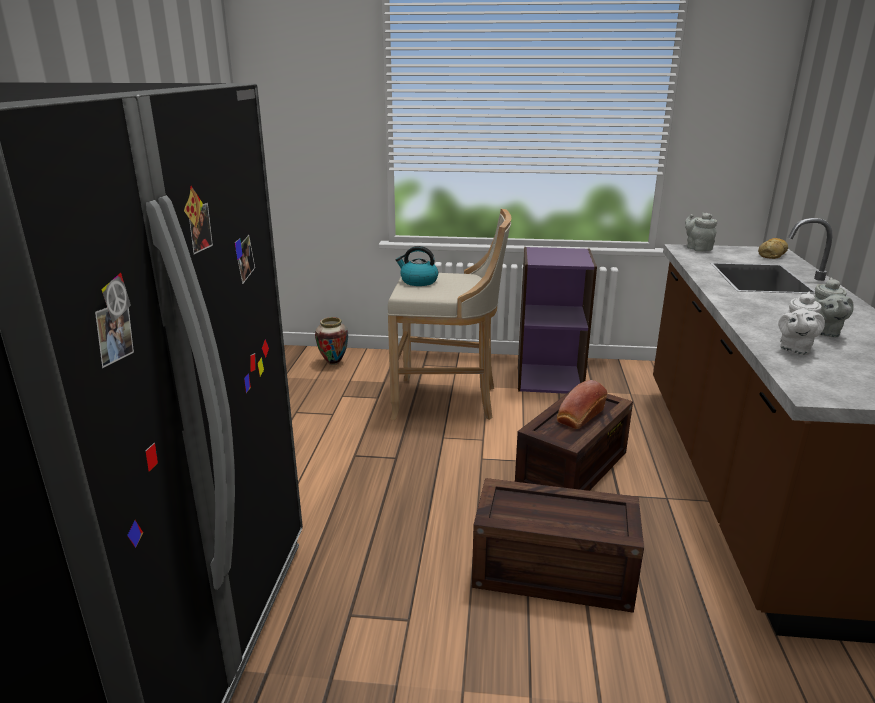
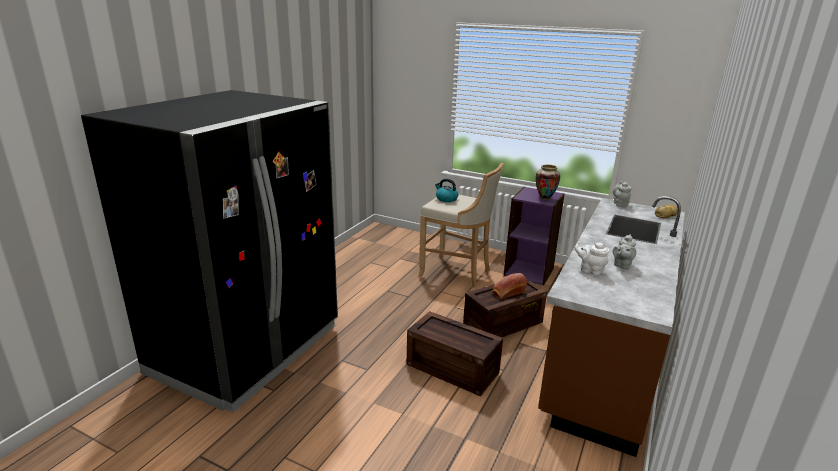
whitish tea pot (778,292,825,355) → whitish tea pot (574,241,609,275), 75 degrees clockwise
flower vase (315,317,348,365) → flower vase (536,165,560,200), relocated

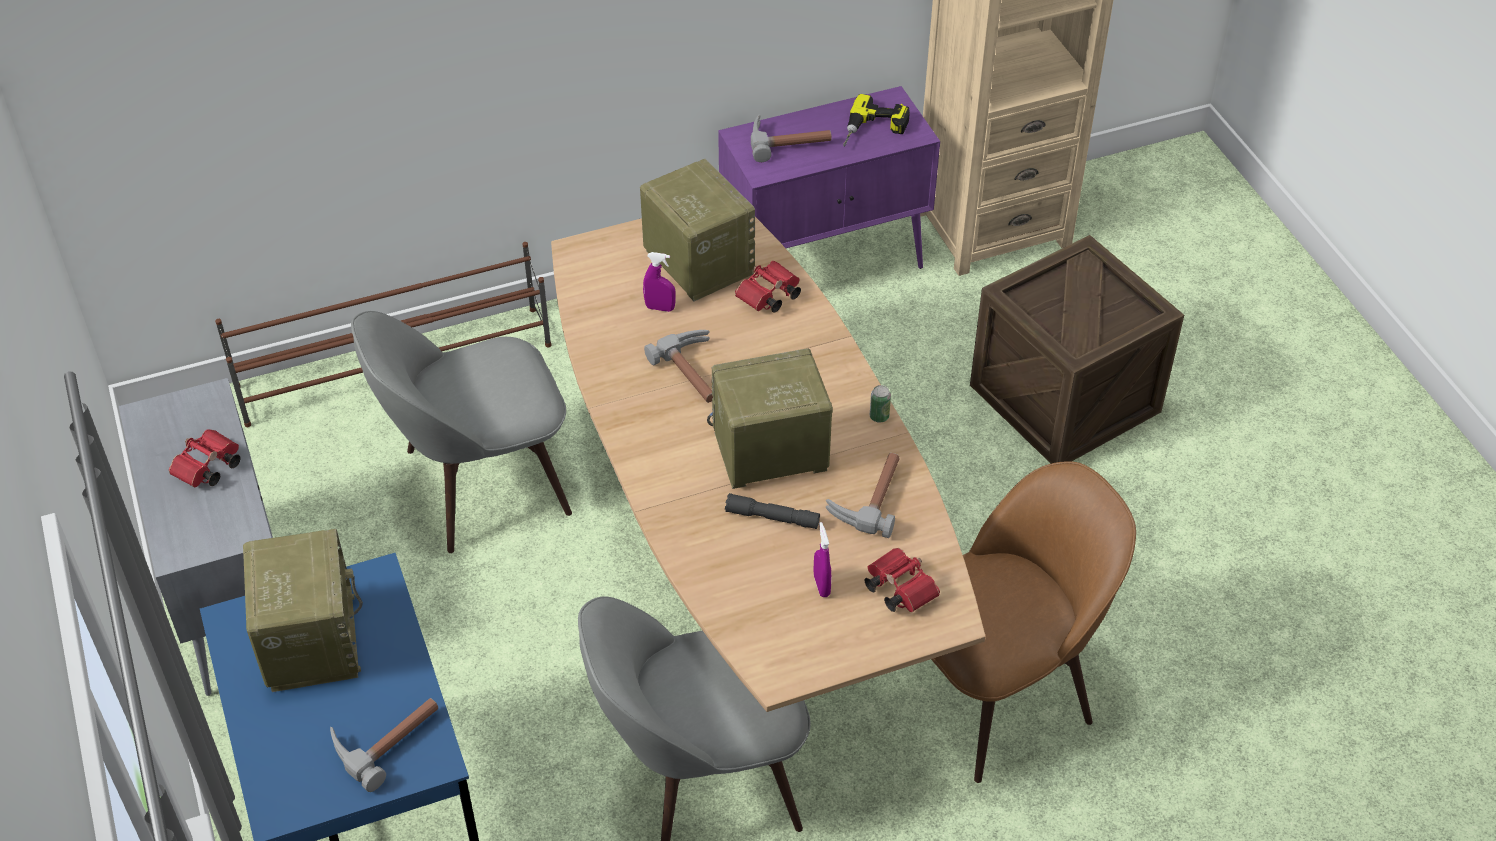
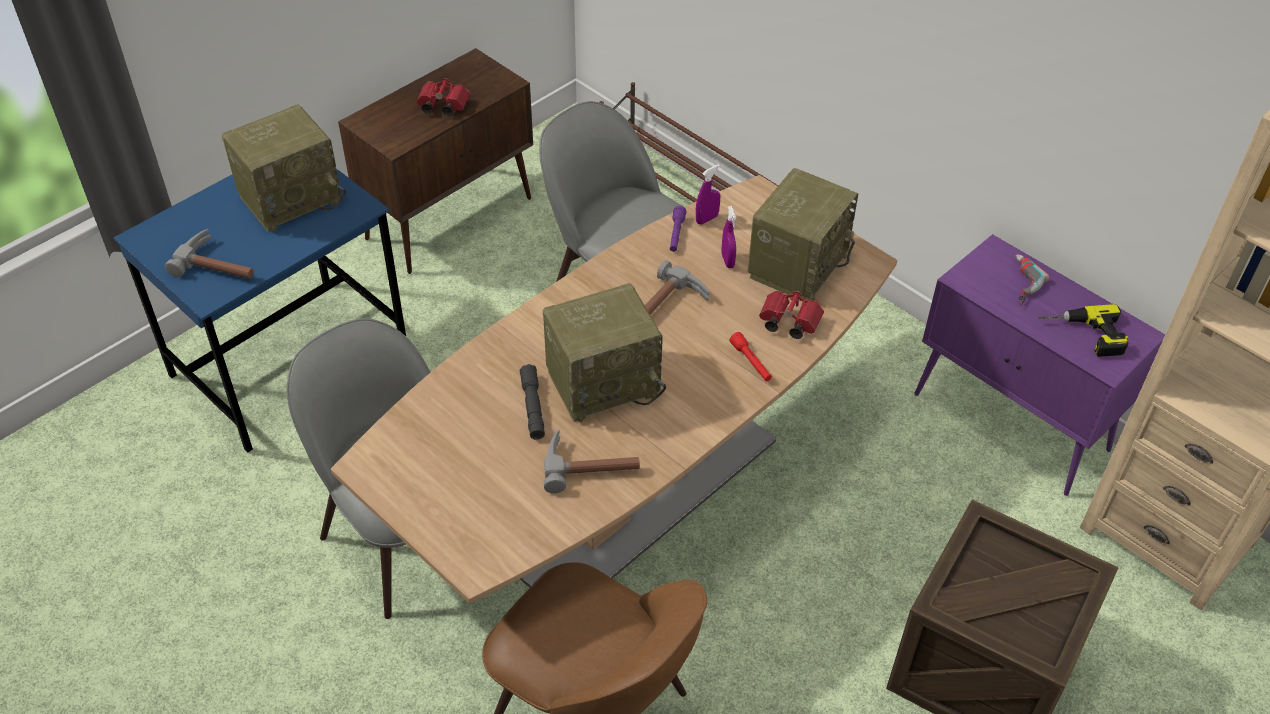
tool hammer (751,114,832,162) → power drill (1016,254,1050,305)
radio set (707,348,833,489) → radio set (543,283,666,422), 105 degrees clockwise
greyish storage cabinet (118,378,273,696) → brown storage cabinet (338,48,533,274)
metal can (870,385,891,423) → -
purple spray bottle (814,522,831,597) → purple spray bottle (696,164,720,224), relocated
red-coloured pair of binoculars (864,548,940,612) → -
- → purple torch (670,206,687,252)
- → red-coloured torch (730,332,772,381)

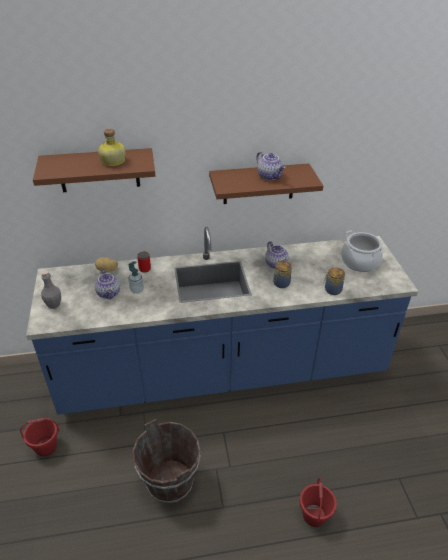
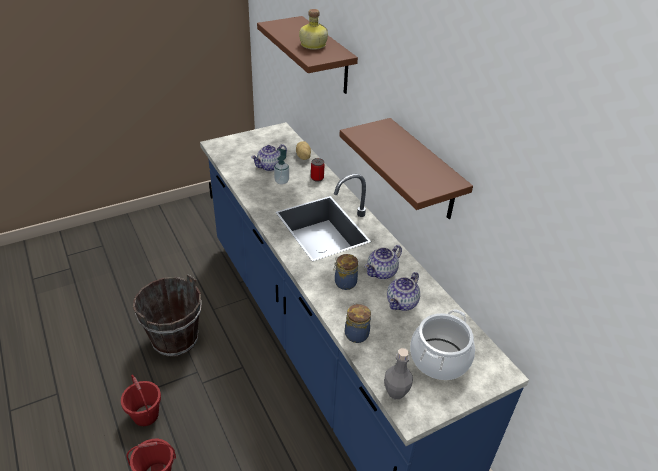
tea pot (256,152,286,180) → tea pot (387,272,420,311), relocated
greyish beverage bottle (41,270,61,309) → greyish beverage bottle (384,348,413,399), relocated
red-coloured pail (20,418,59,456) → red-coloured pail (121,375,161,426), relocated

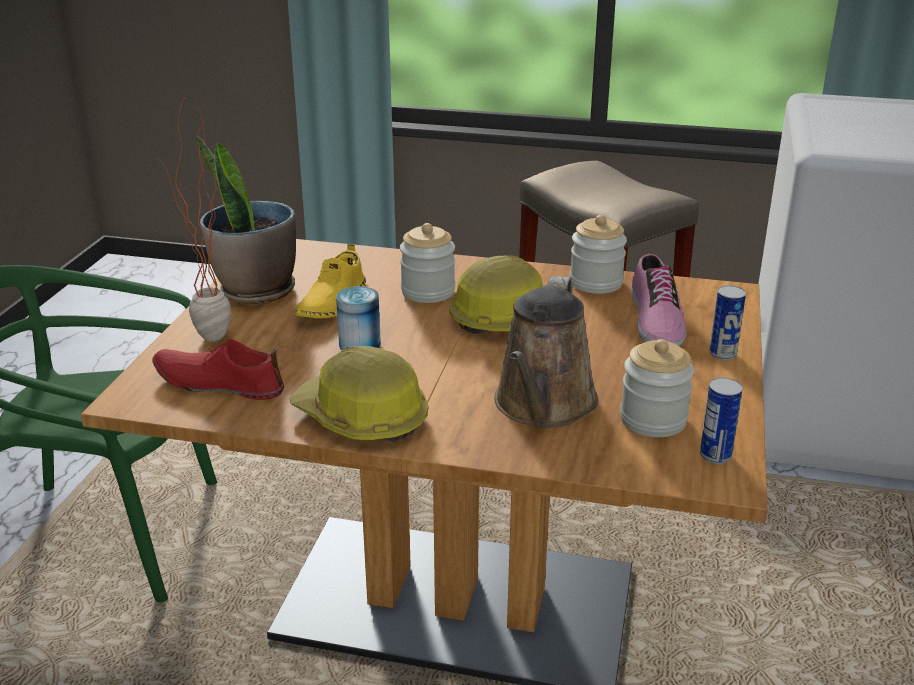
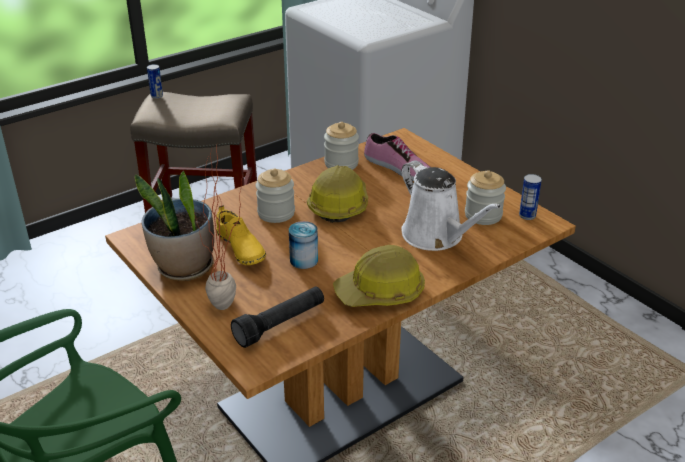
brown sprinkling can (494,276,598,427) → whitish sprinkling can (401,160,501,251)
metal can (710,285,746,360) → metal can (147,64,163,99), relocated
red-coloured shoe (153,339,284,400) → black torch (231,287,324,348)

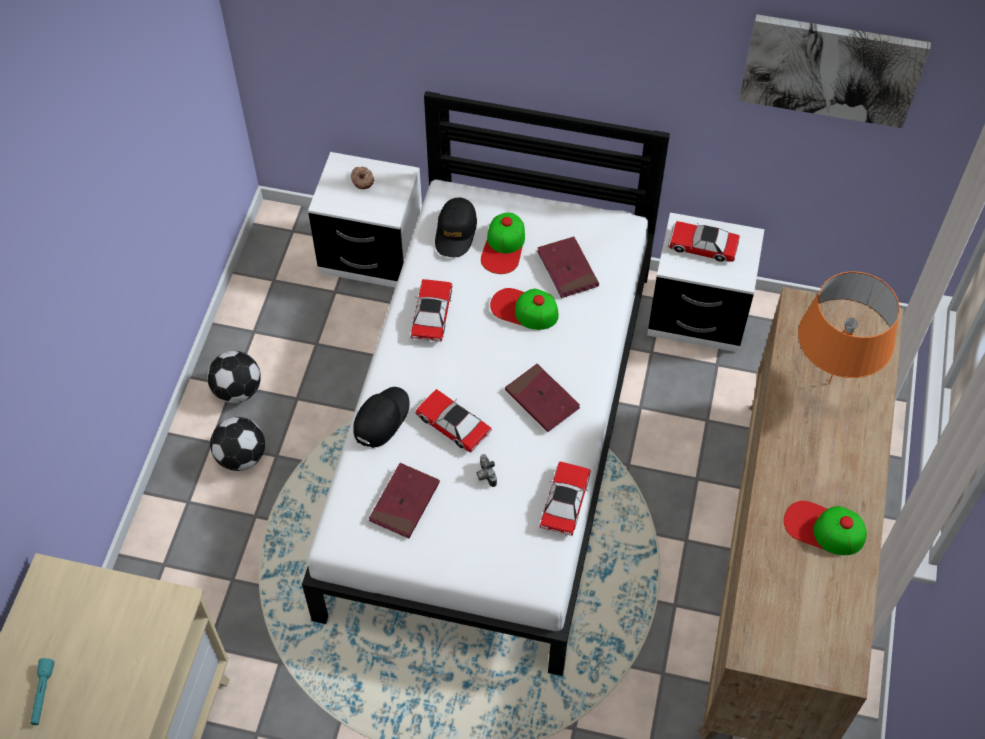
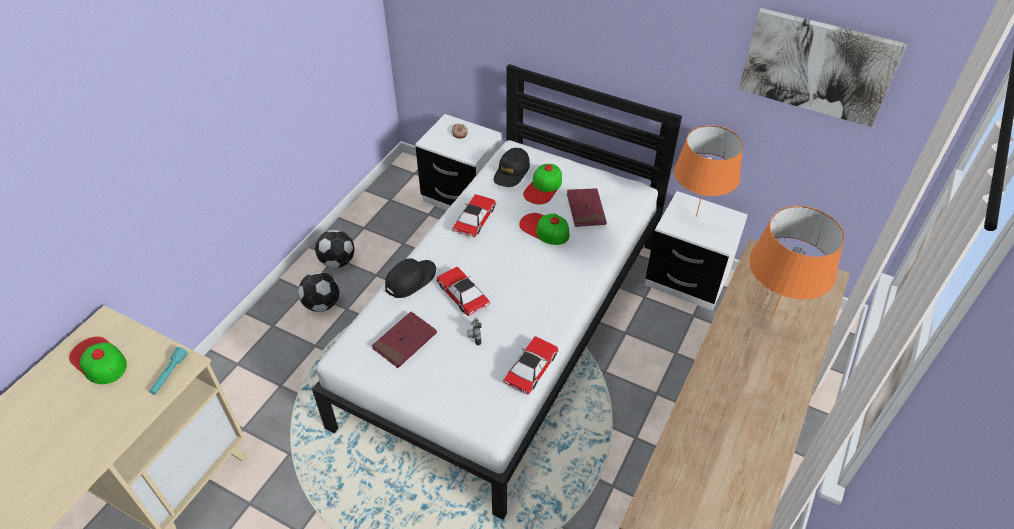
toy car (668,221,740,262) → orangey table lamp (674,125,743,217)
red-coloured bound book (505,364,580,432) → -
baseball cap (784,501,867,555) → baseball cap (69,337,127,384), relocated
turquoise-coloured torch (30,658,54,725) → turquoise-coloured torch (149,347,188,395), relocated

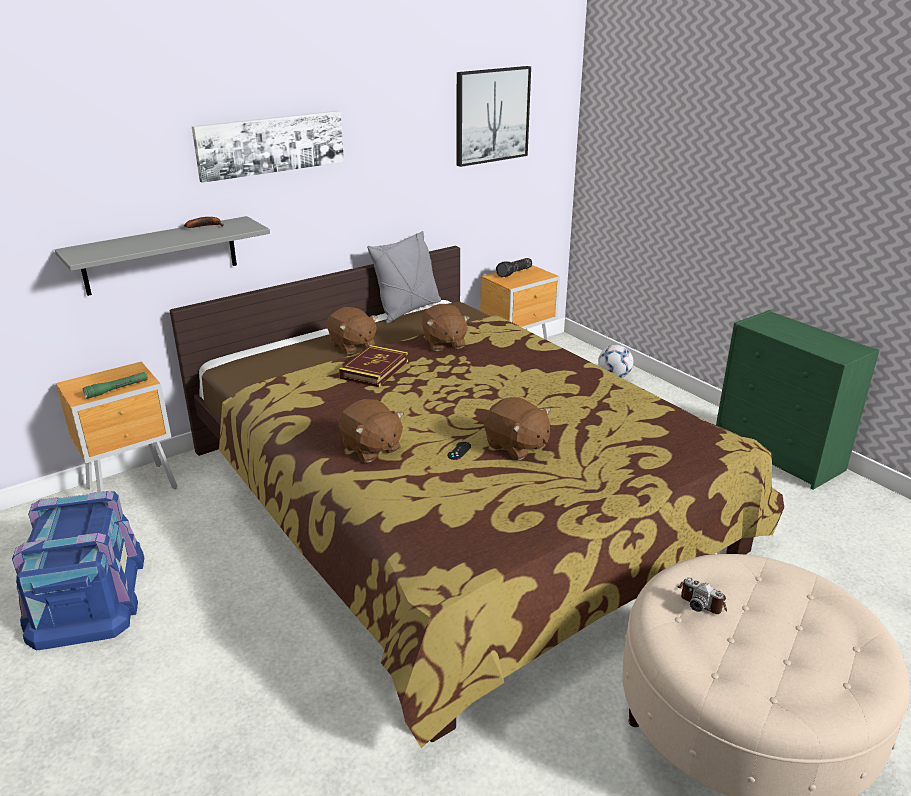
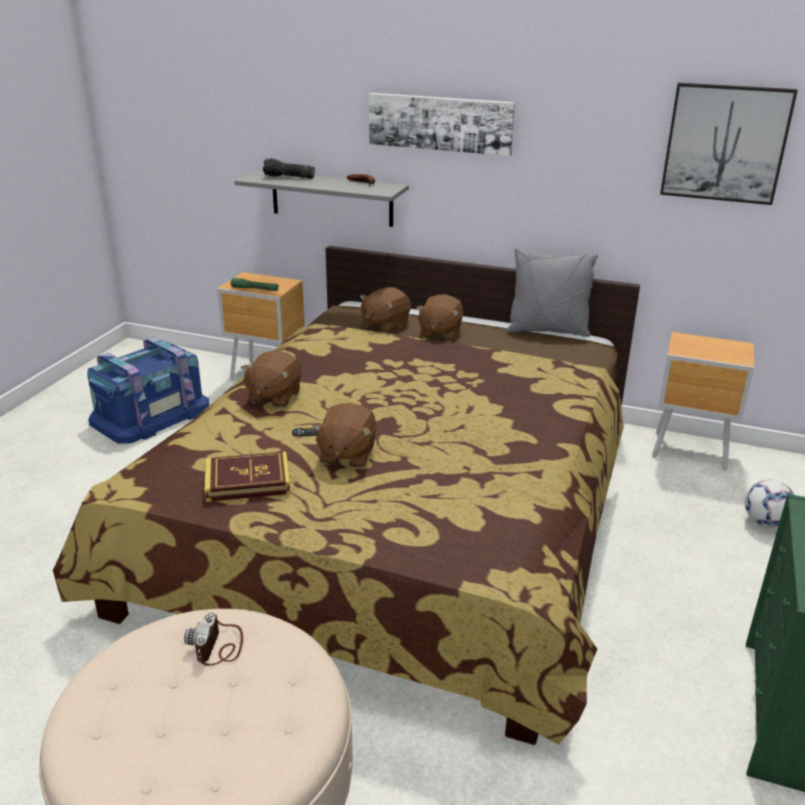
torch (496,258,532,277) → torch (263,158,315,179), relocated
brown soft toy (422,304,470,351) → brown soft toy (360,287,411,333), relocated
bound book (339,345,408,387) → bound book (204,452,291,502), relocated

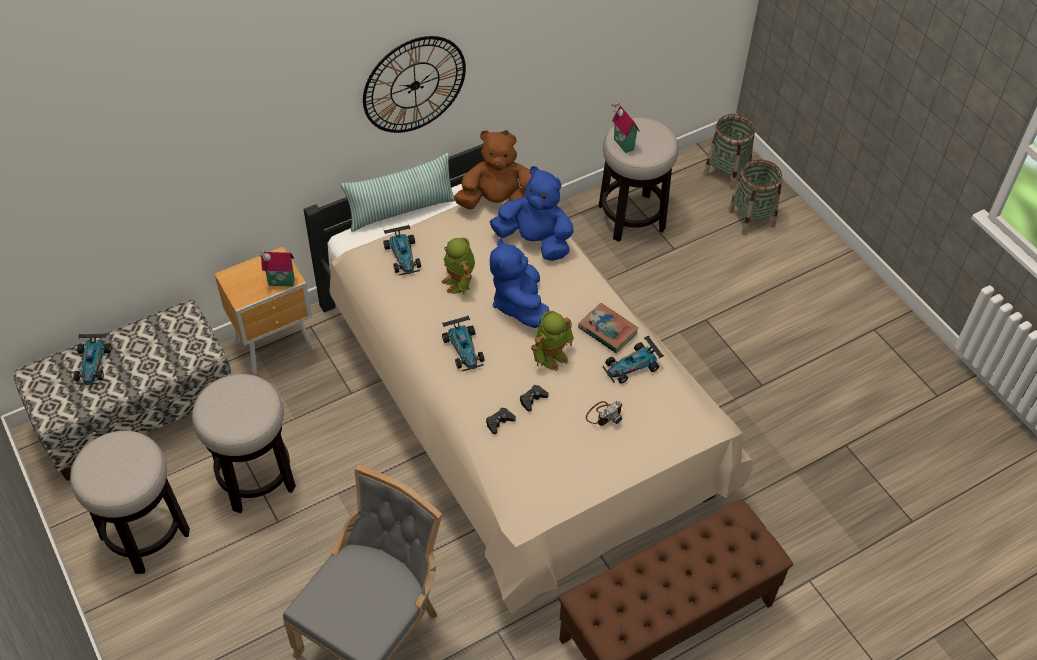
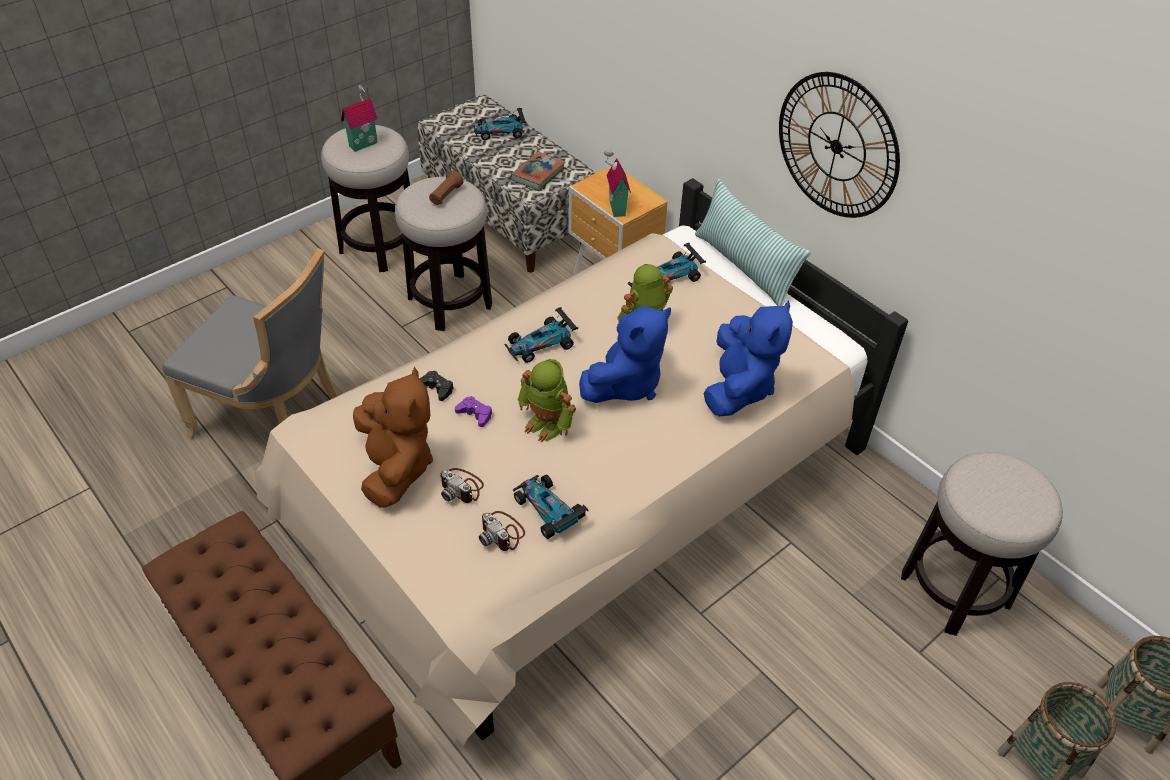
miniature house (612,102,640,153) → miniature house (341,84,378,152), relocated
brown soft toy (454,130,532,209) → brown soft toy (353,367,433,507), relocated
blue-coloured soft toy (490,237,549,328) → blue-coloured soft toy (579,306,671,403), 150 degrees clockwise
bound book (578,303,639,353) → bound book (510,152,565,191), relocated
black game controller (520,385,549,412) → purple game controller (455,396,492,427)
- → brown torch (429,170,463,205)
- → photo camera (479,511,525,551)

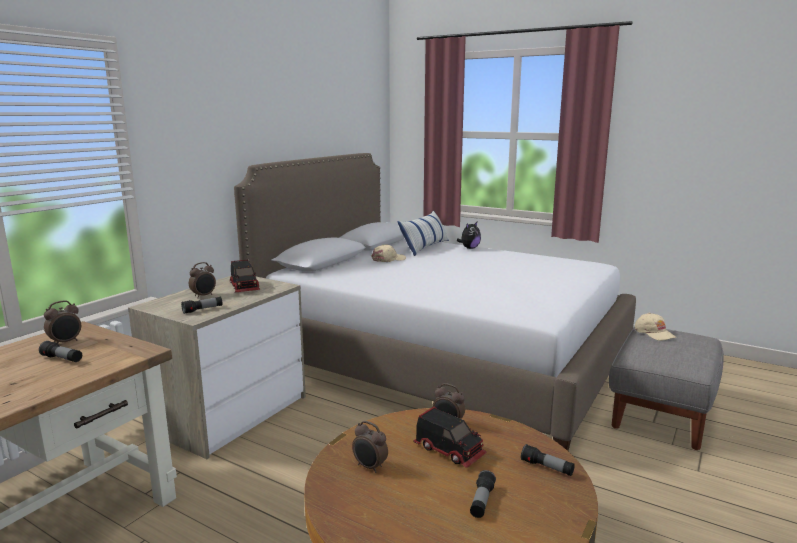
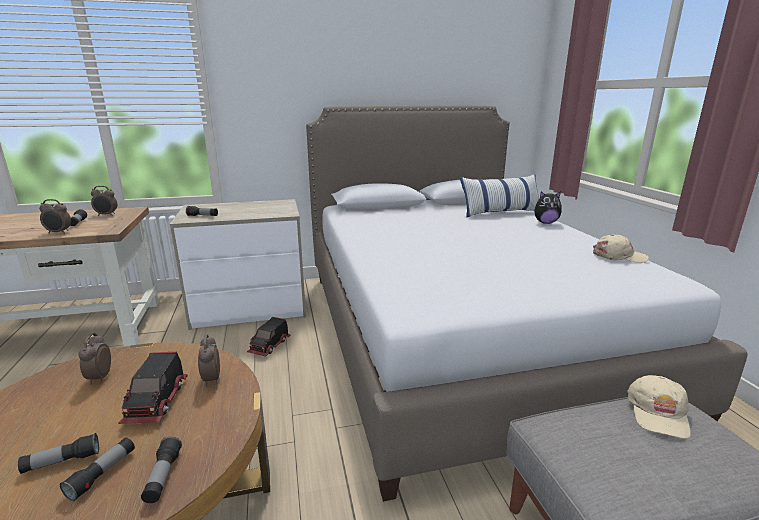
sand-coloured baseball cap (371,245,406,262) → sand-coloured baseball cap (593,234,649,263), relocated
model truck (230,260,260,293) → model truck (247,317,291,357), relocated
bedside clock (189,262,216,298) → bedside clock (39,199,71,234), relocated
- → torch (60,437,135,501)

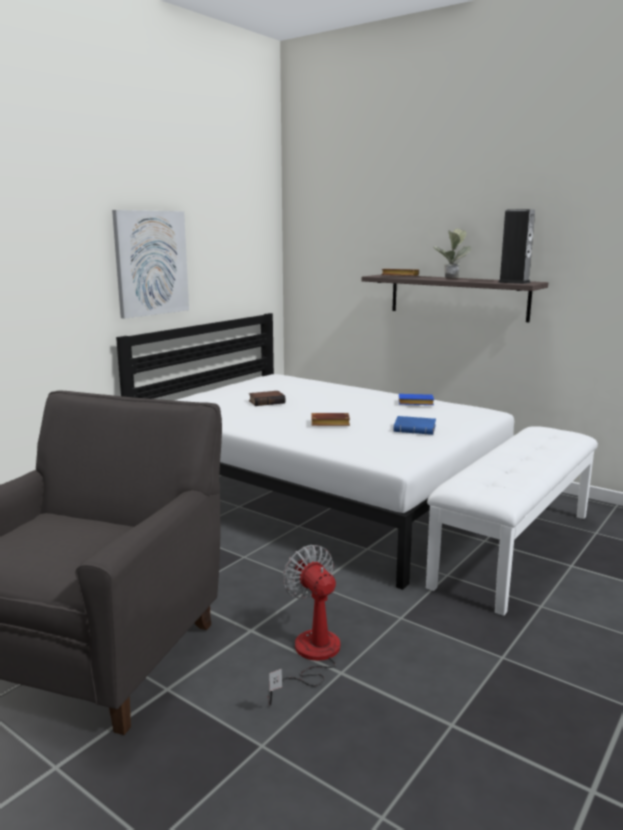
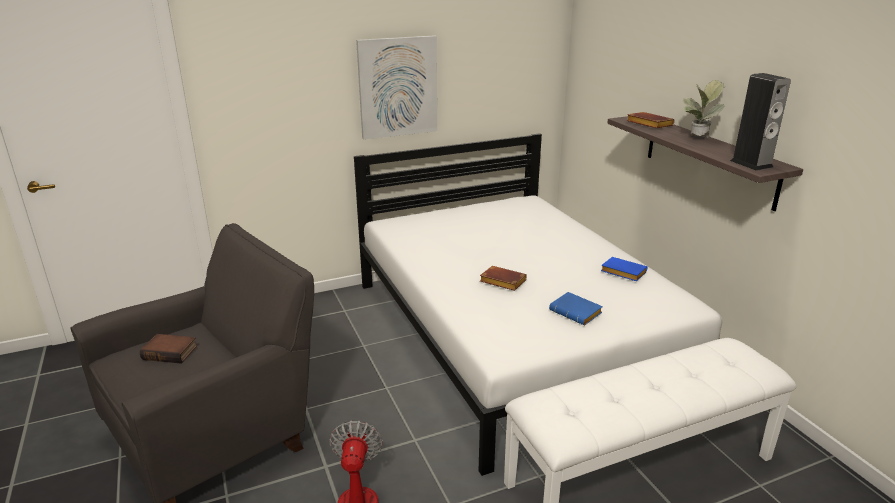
bound book (249,391,285,406) → bound book (140,334,197,364), relocated

